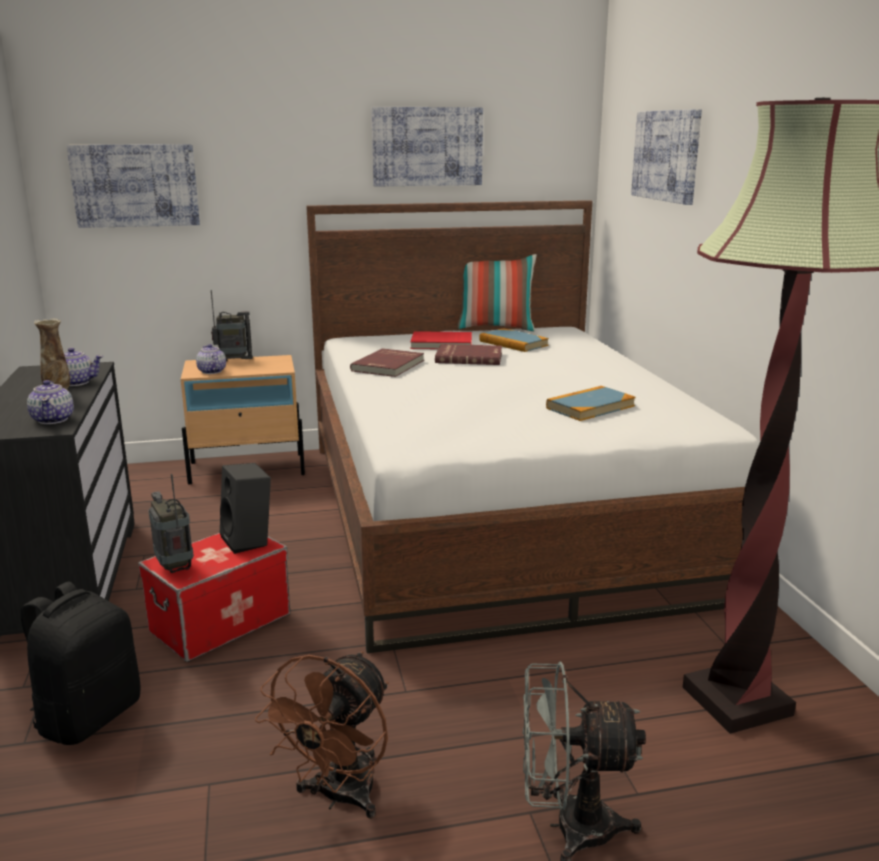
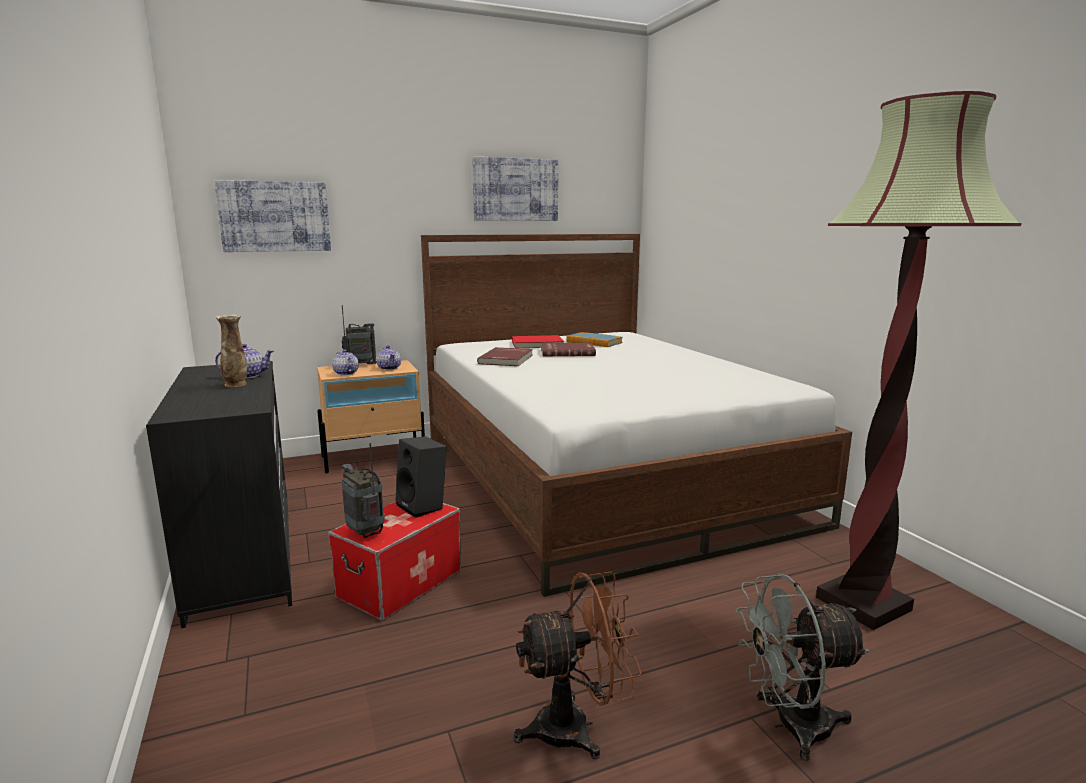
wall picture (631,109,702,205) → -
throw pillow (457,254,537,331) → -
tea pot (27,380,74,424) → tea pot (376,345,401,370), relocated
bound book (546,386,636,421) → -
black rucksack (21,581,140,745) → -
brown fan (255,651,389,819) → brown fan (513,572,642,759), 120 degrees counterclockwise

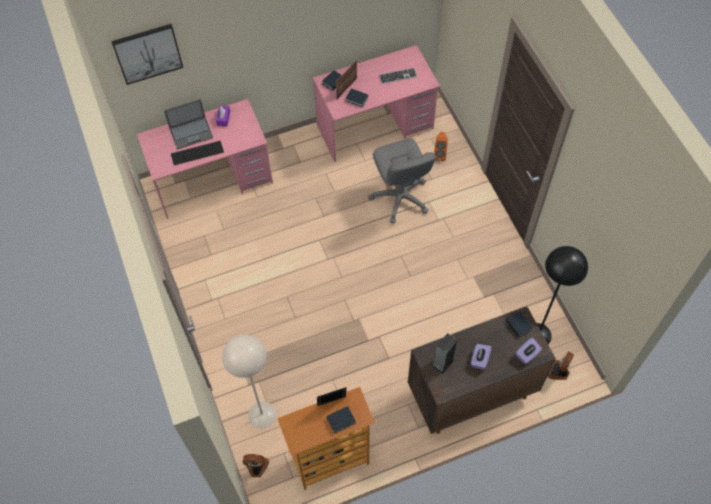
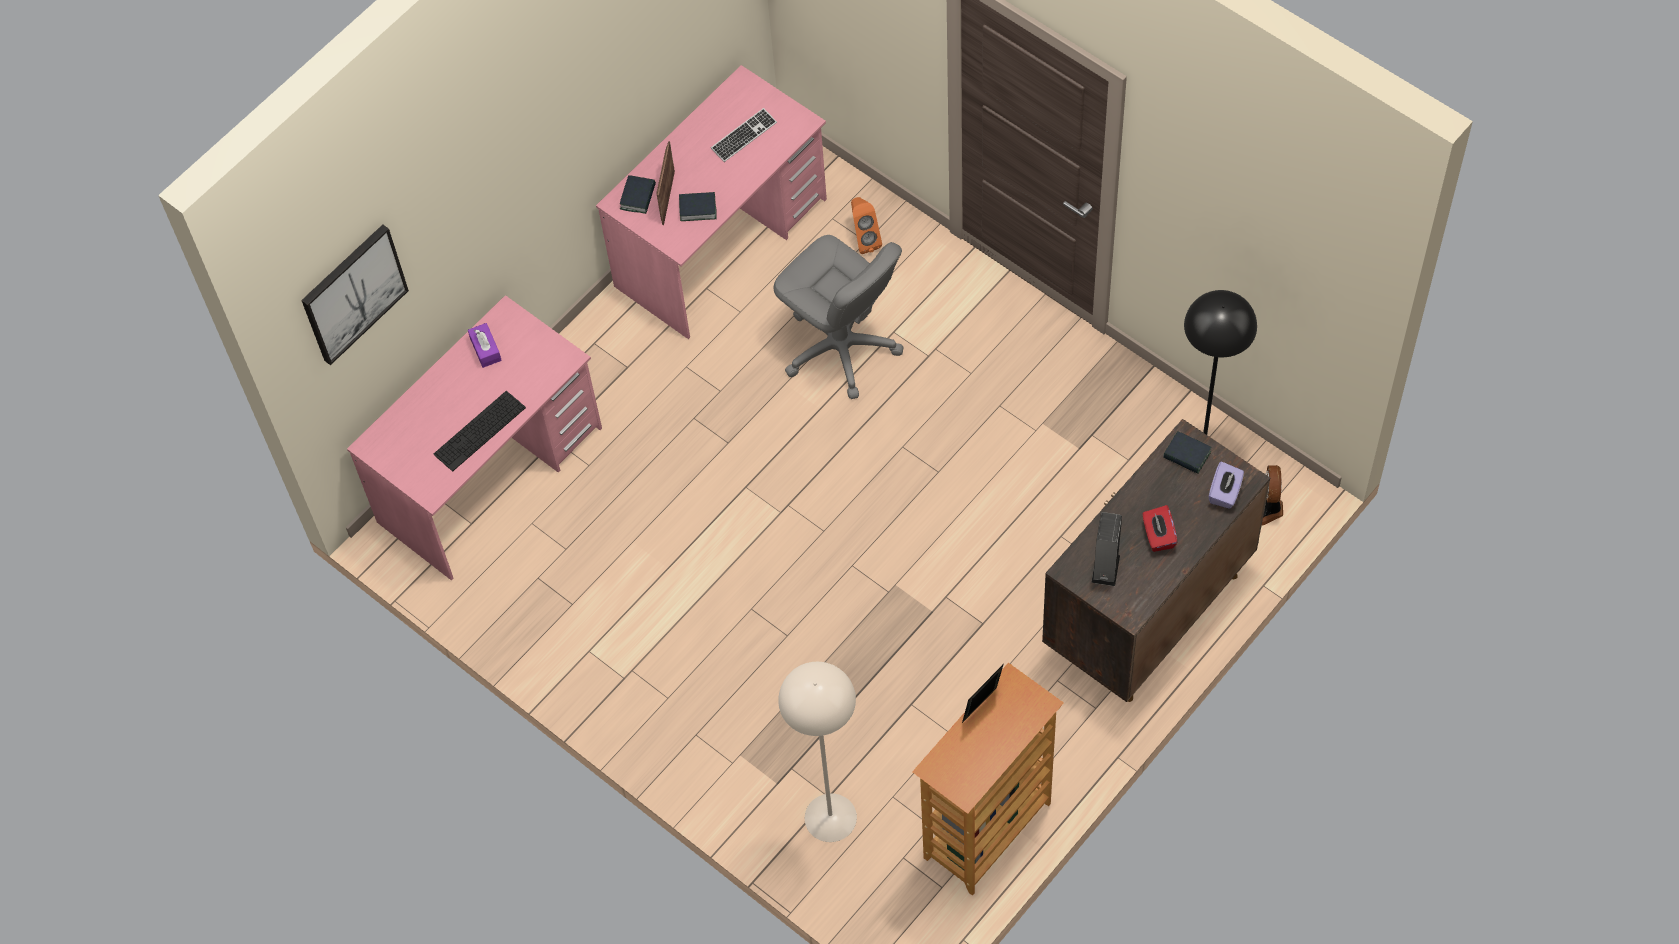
laptop (164,99,213,149) → -
purple box of tissues (471,344,491,370) → red-coloured box of tissues (1142,505,1177,552)
bound book (326,406,356,433) → -
fan (243,454,269,477) → -

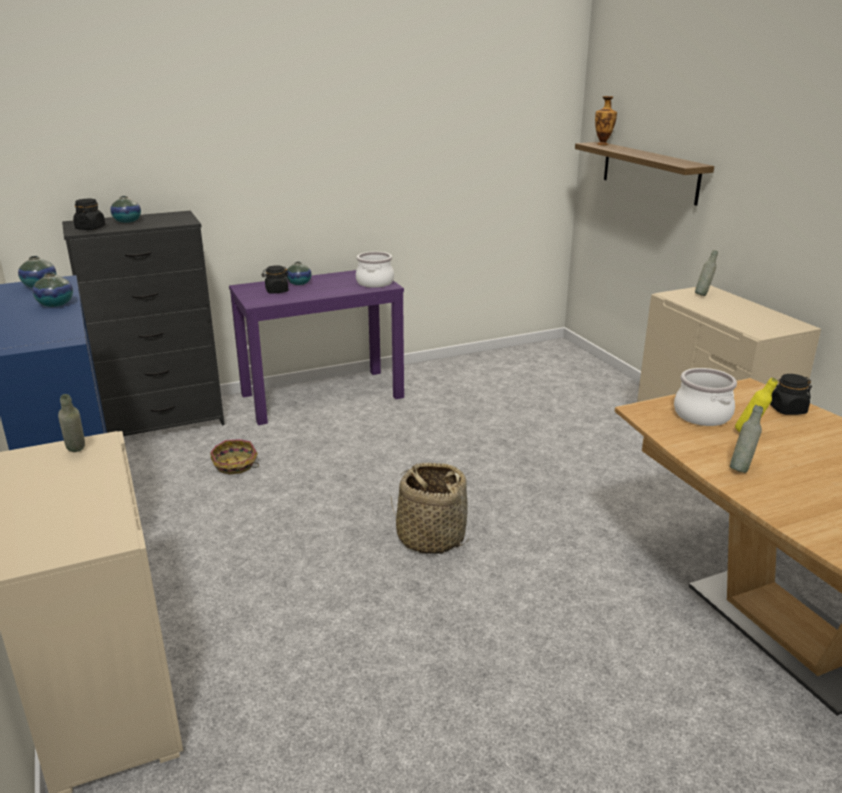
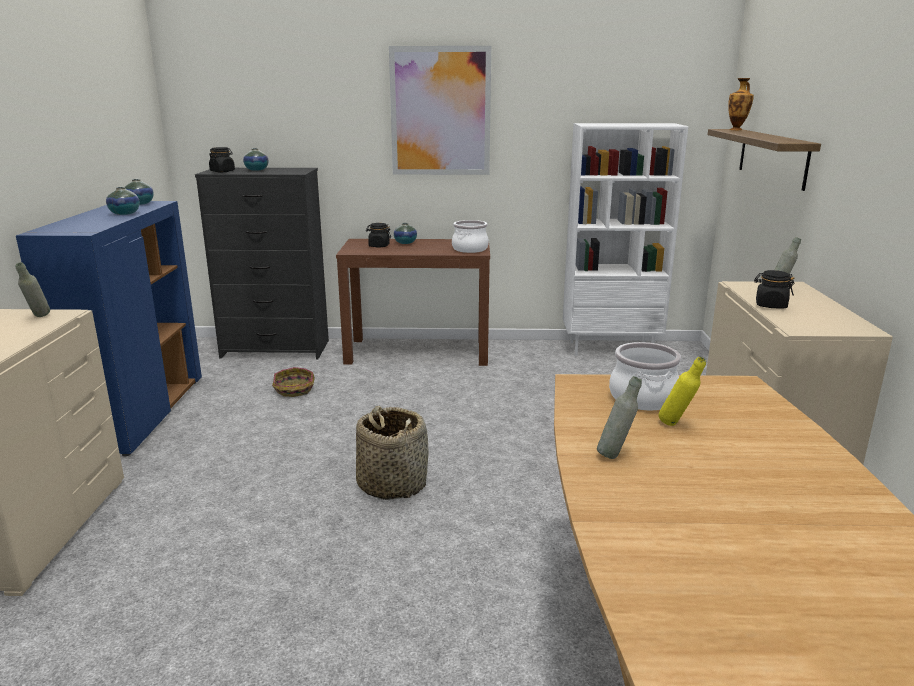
purple narrow table (229,270,404,425) → brown narrow table (336,239,490,366)
black preserve jar (770,374,812,415) → black preserve jar (754,270,795,308), relocated
- → wall picture (389,46,491,175)
- → whitish shelving unit (563,123,688,356)

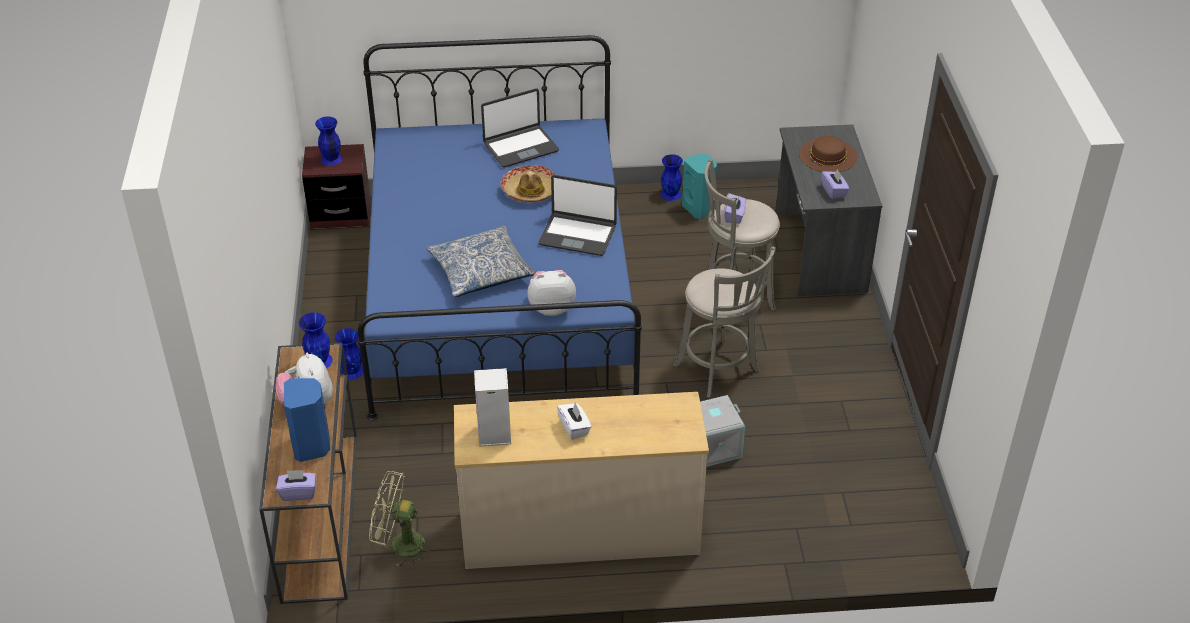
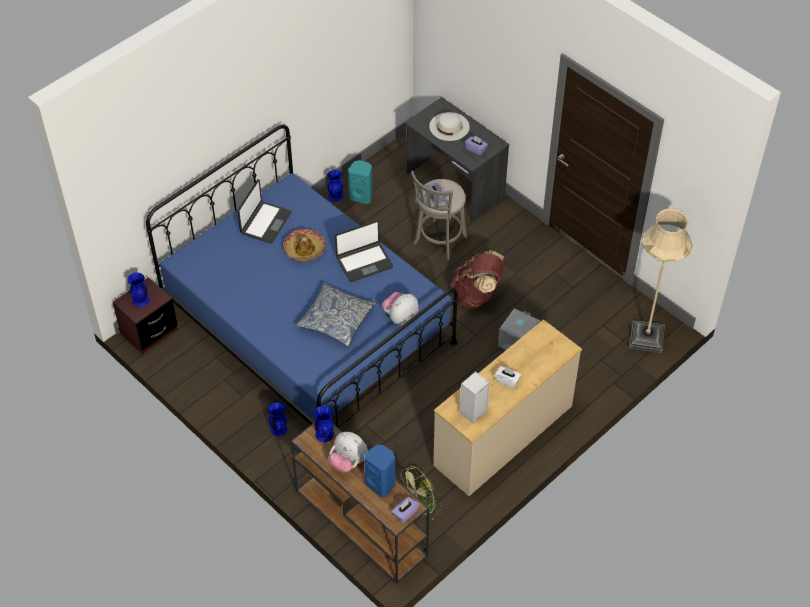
brown hat (799,136,857,172) → whitish hat (429,112,470,141)
greyish stool (674,247,775,398) → brown rucksack (451,250,504,308)
- → sand-coloured standing lamp (629,209,693,353)

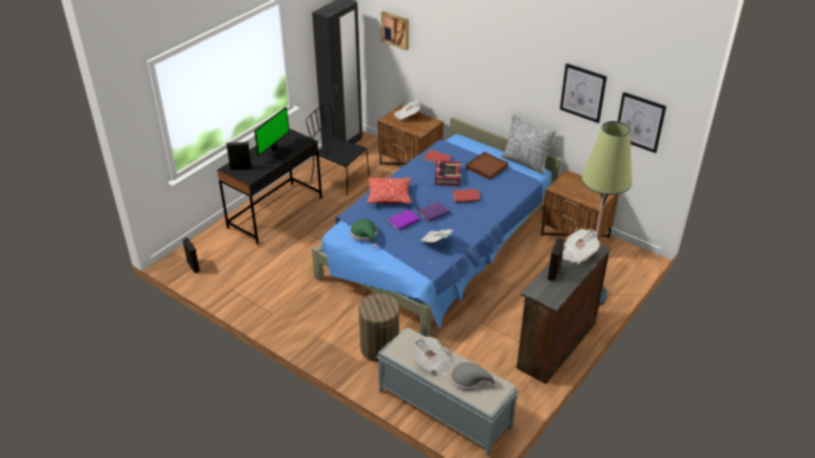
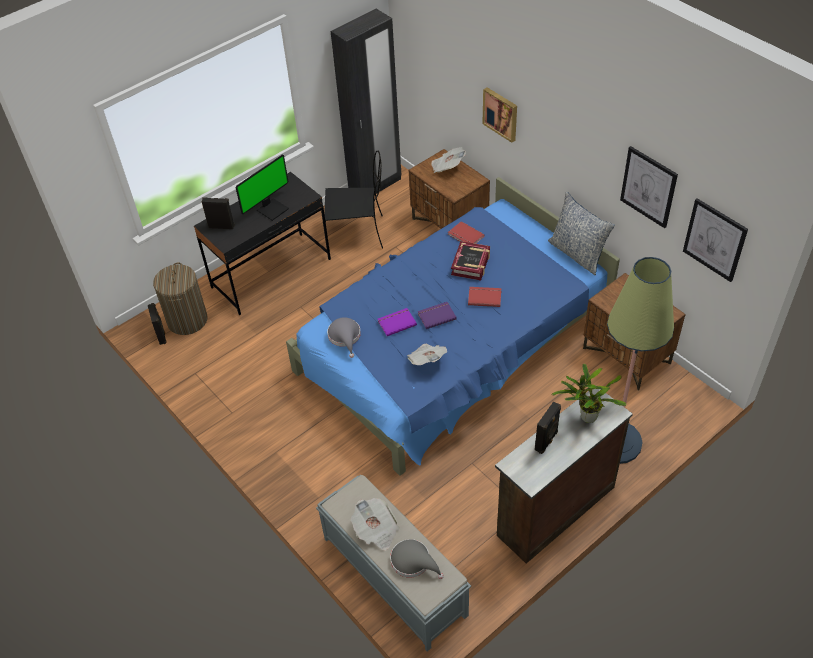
wall picture (381,11,409,50) → wall picture (483,87,517,143), relocated
black chair (306,104,369,196) → black chair (324,151,383,249), 135 degrees clockwise
brown tray (466,152,508,180) → -
throw pillow (367,178,411,204) → -
green hat (350,219,377,248) → greyish hat (327,317,361,358)
printed paper (562,229,600,264) → potted plant (552,363,627,423)
washing basket (358,292,399,362) → washing basket (153,263,208,335), relocated

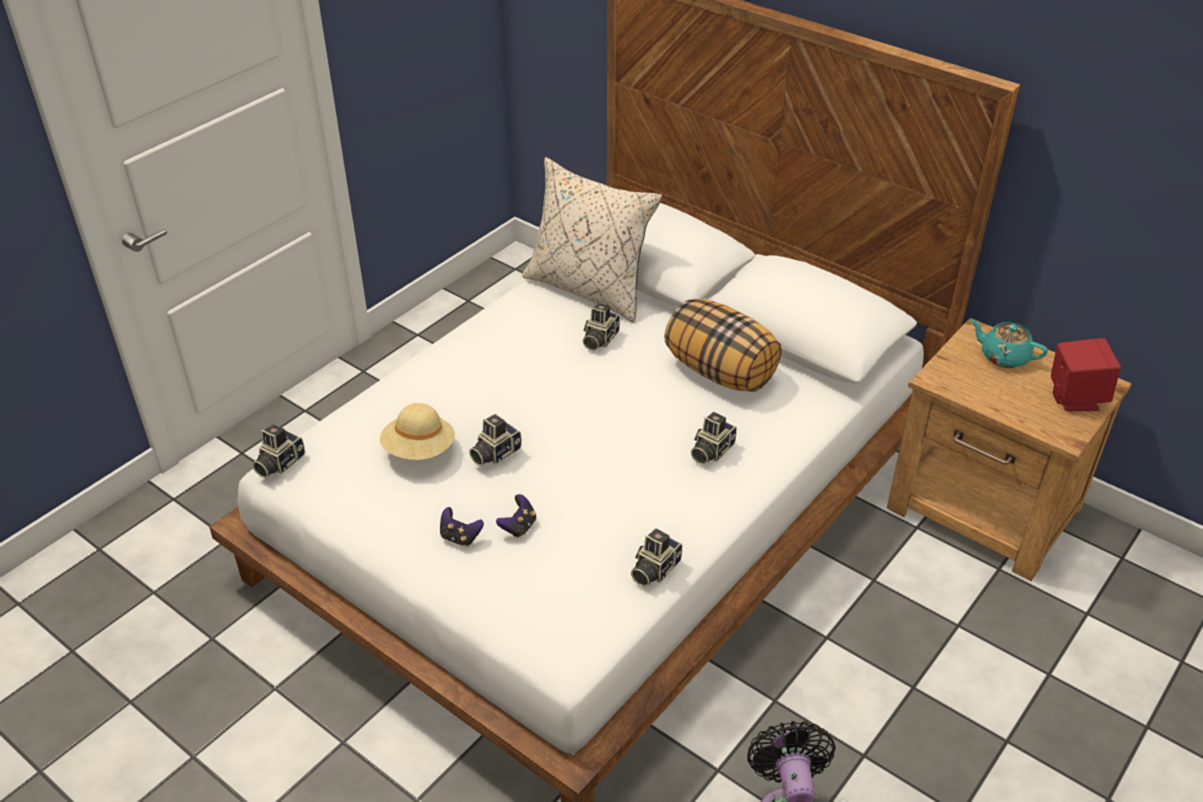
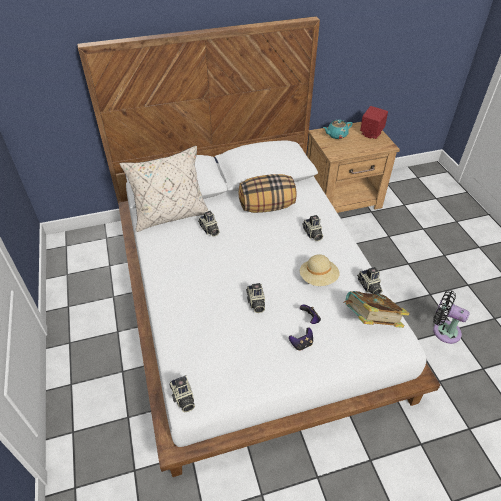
sand-coloured hat (380,403,455,460) → sand-coloured hat (300,254,340,286), relocated
- → bound book (343,291,410,328)

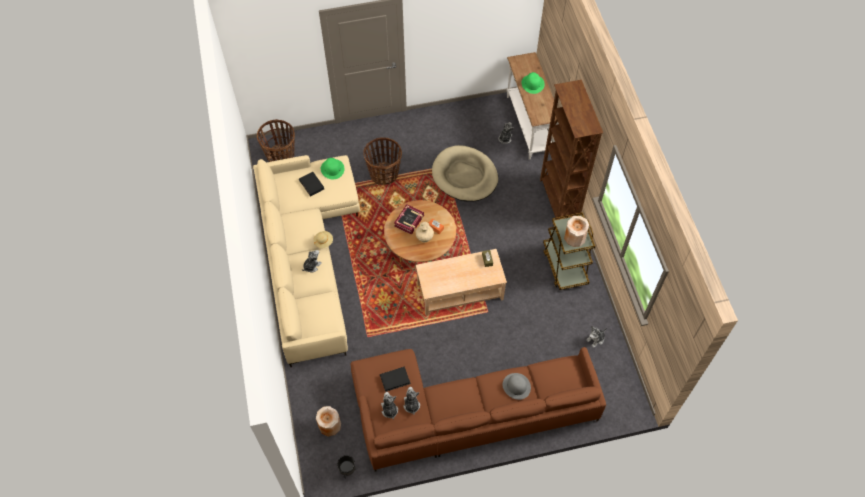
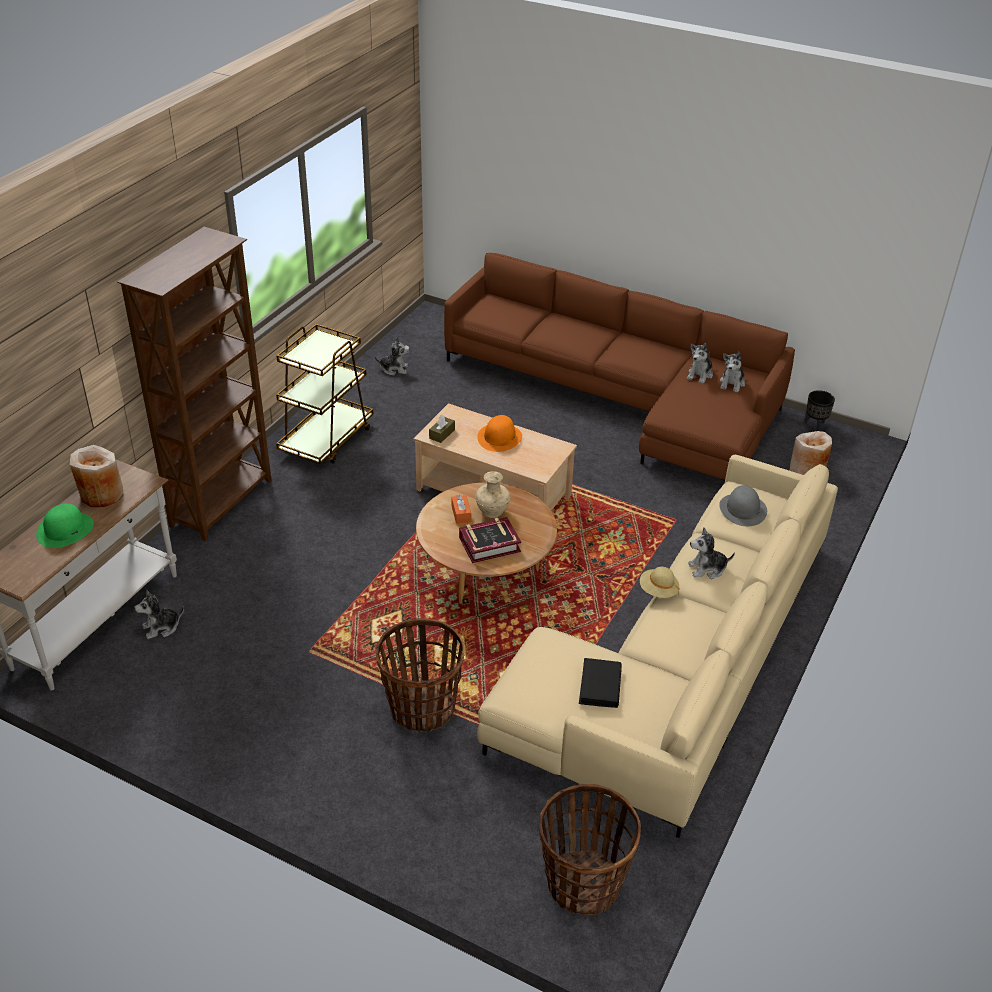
sand-coloured dog cushion (432,145,498,201) → -
green hat (321,158,344,180) → -
sand-coloured flower vase (564,216,589,247) → sand-coloured flower vase (70,445,123,508), relocated
black bound book (380,367,411,392) → -
greyish hat (503,373,531,400) → greyish hat (719,485,767,526), relocated
- → orangey hat (477,415,522,452)

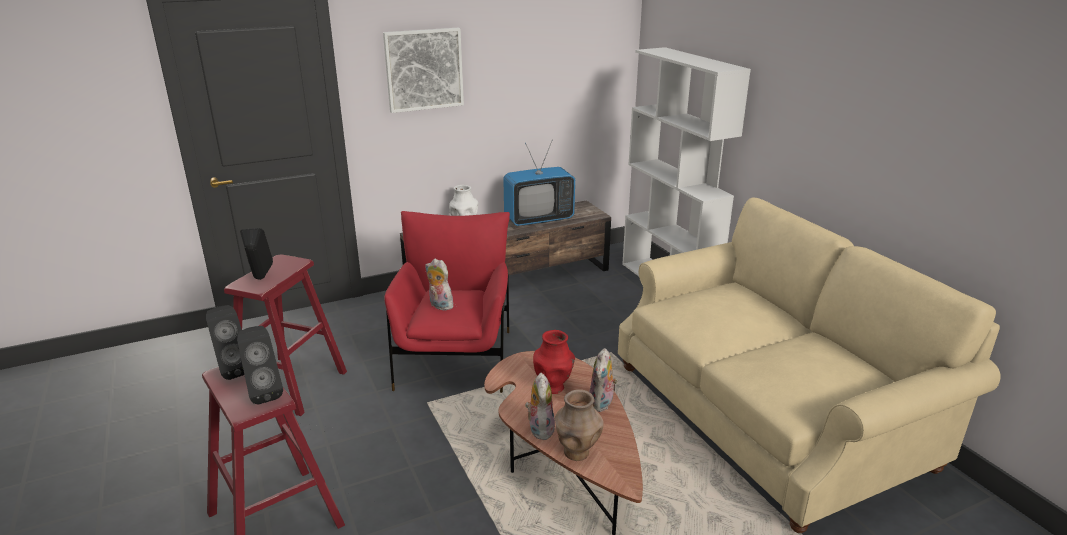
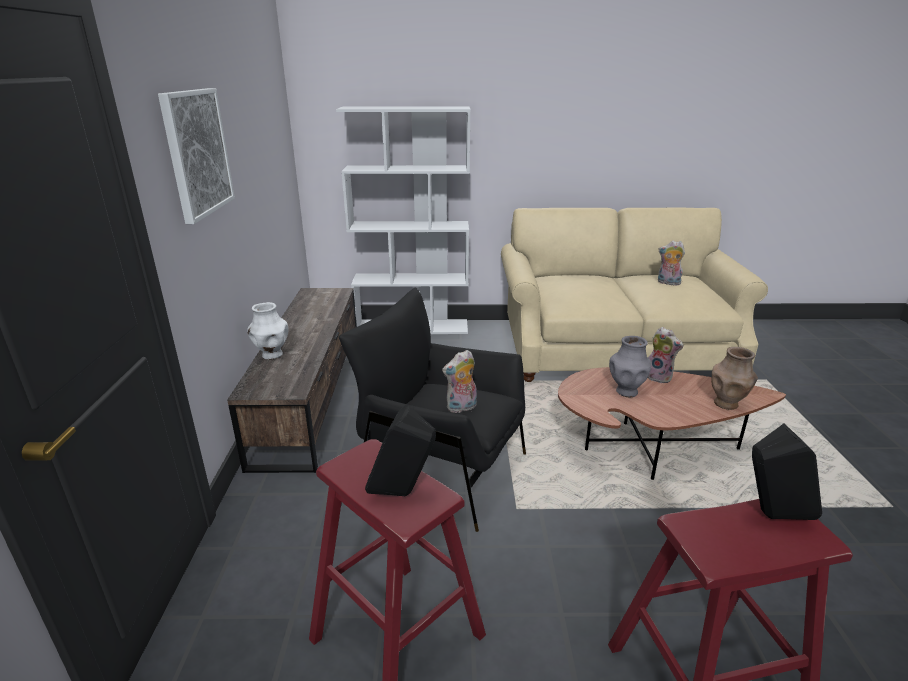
television (503,141,575,226) → -
red-coloured easy chair (384,211,510,393) → black easy chair (339,288,526,532)
black audio speaker (206,305,244,380) → -
red-coloured flower vase (533,330,575,394) → greyish flower vase (609,336,652,397)
soft toy (525,373,555,440) → soft toy (658,241,685,285), relocated

